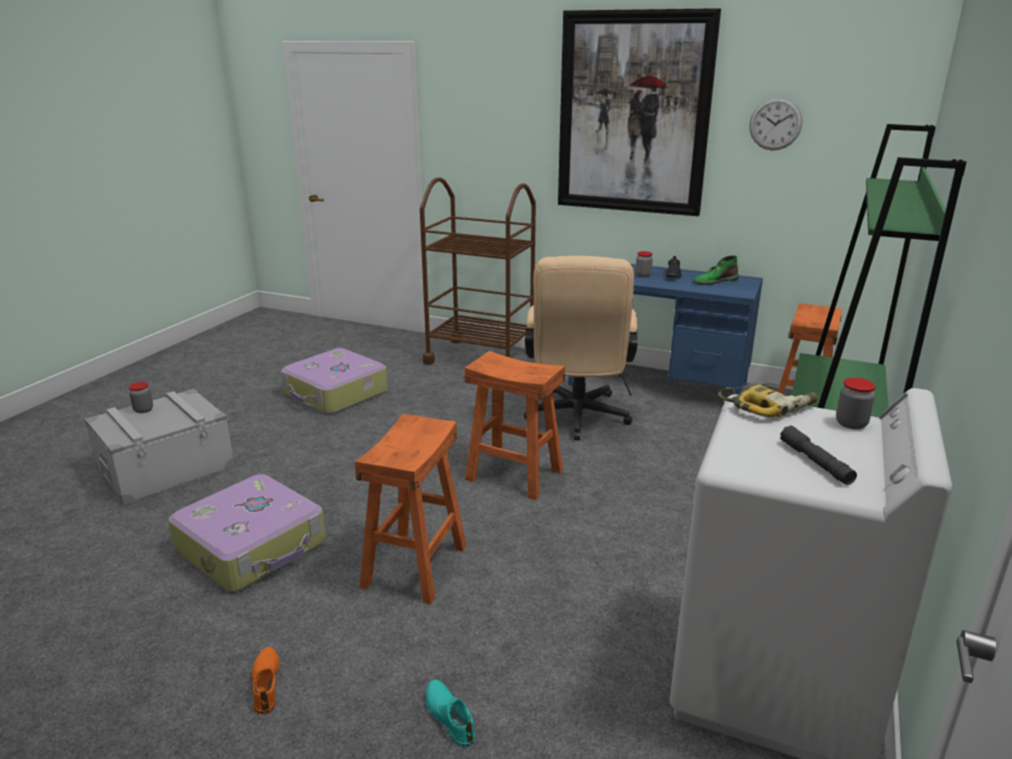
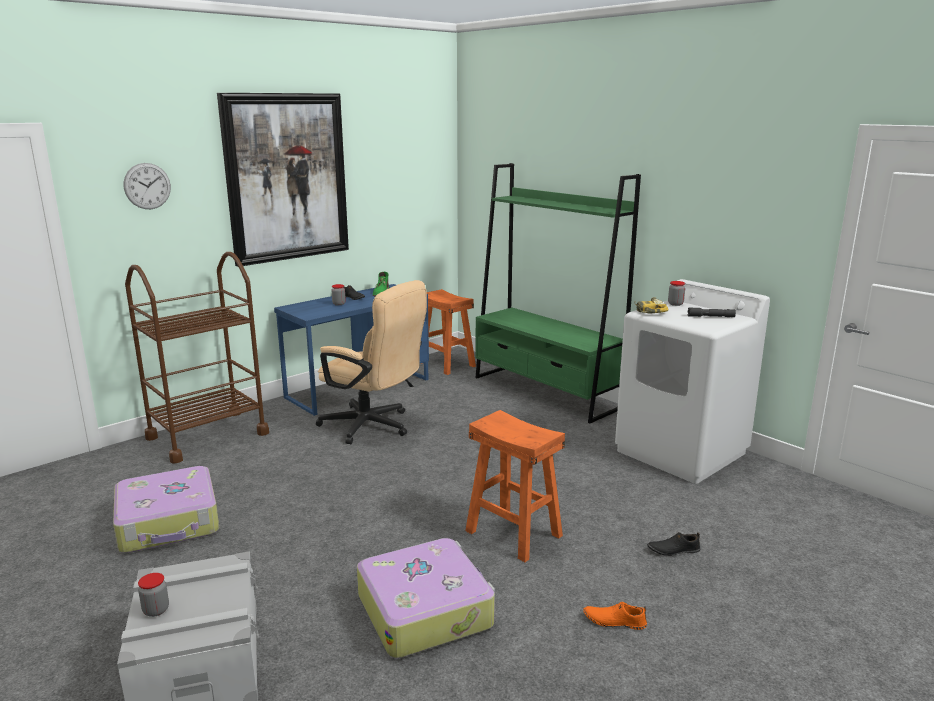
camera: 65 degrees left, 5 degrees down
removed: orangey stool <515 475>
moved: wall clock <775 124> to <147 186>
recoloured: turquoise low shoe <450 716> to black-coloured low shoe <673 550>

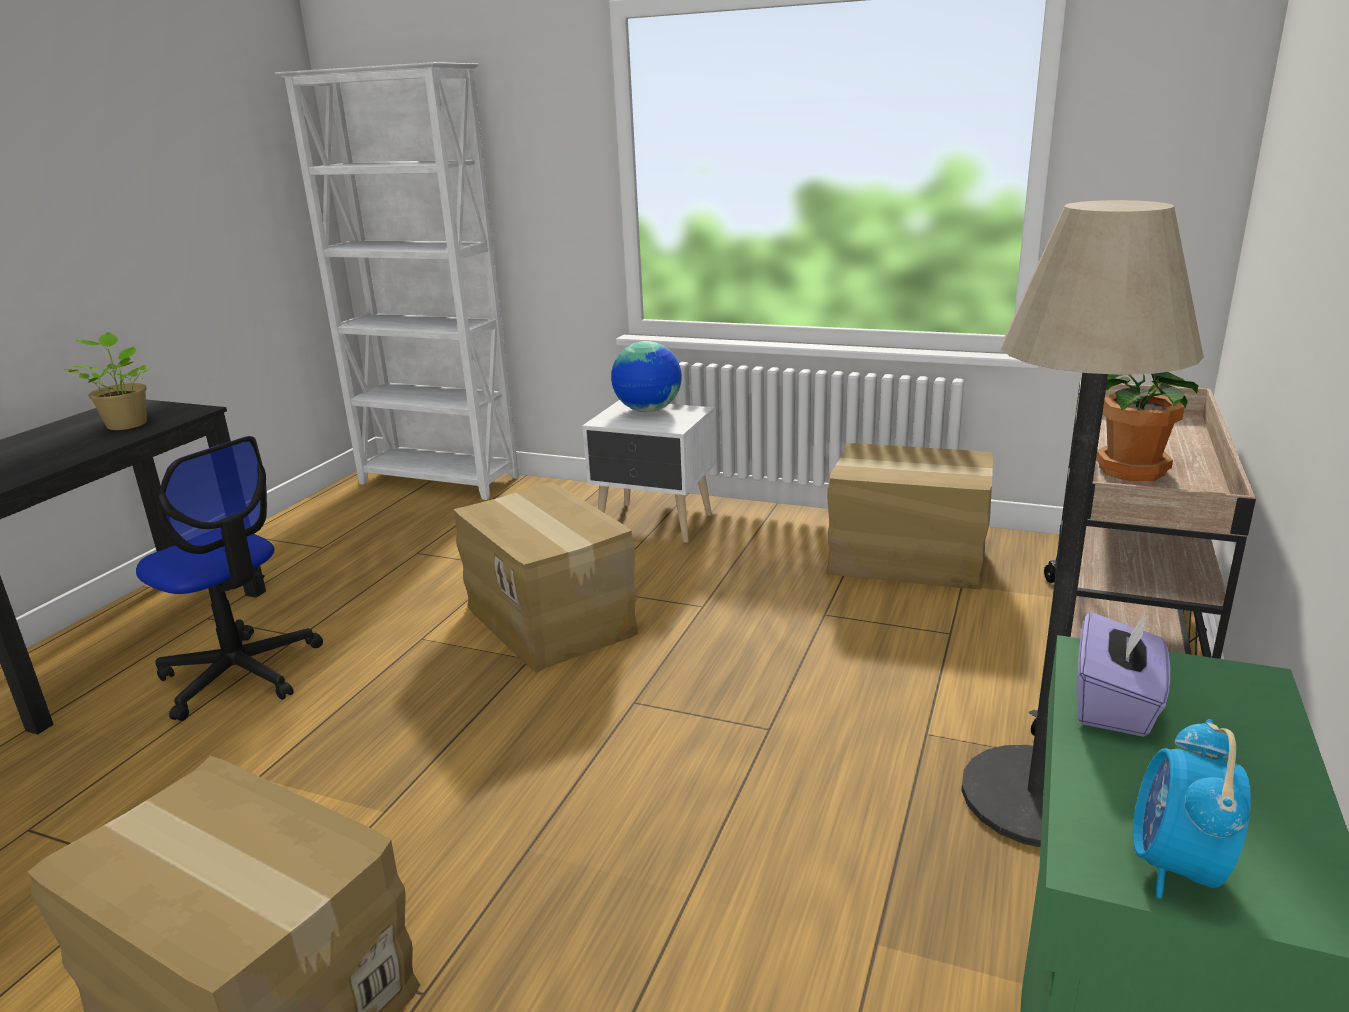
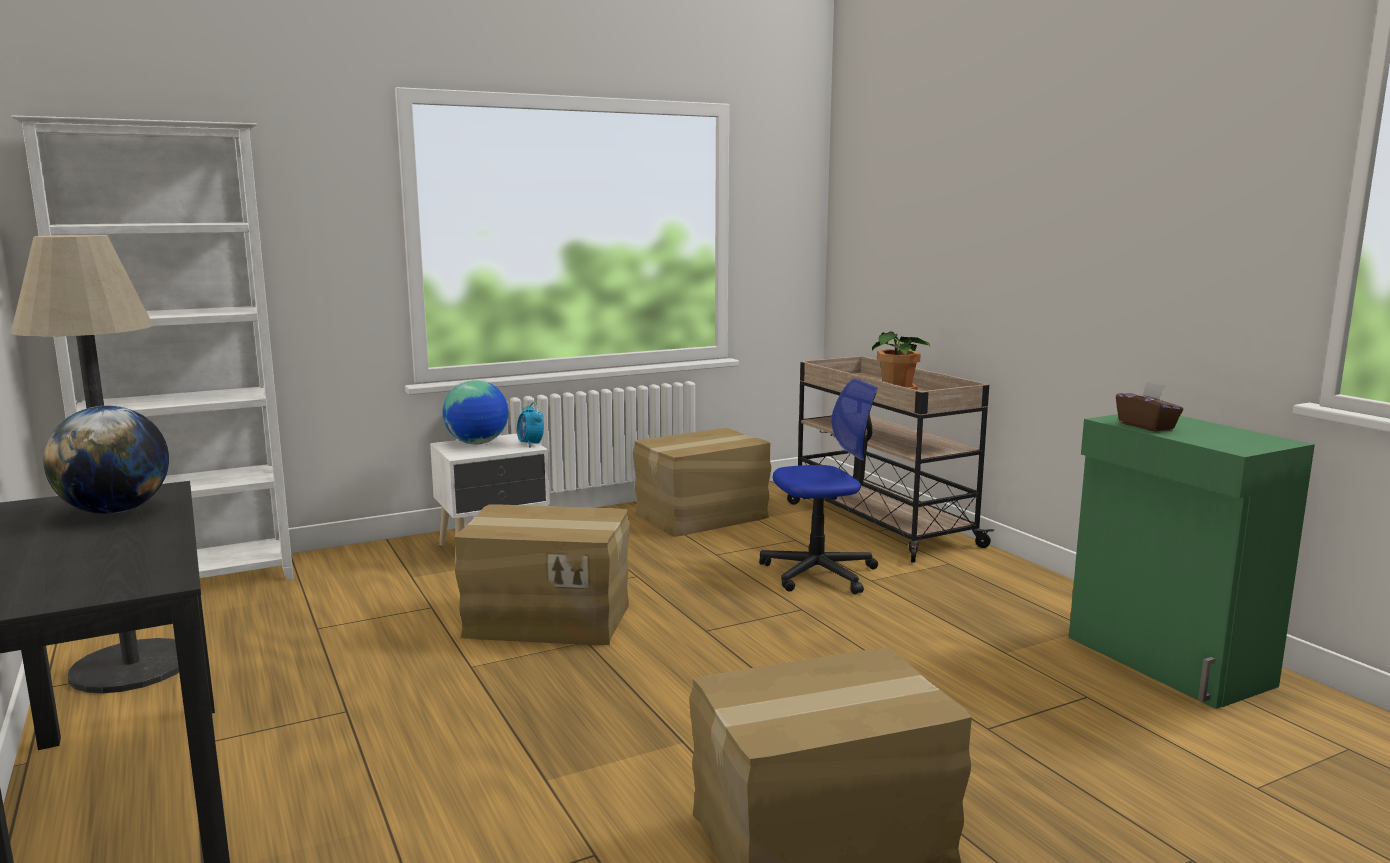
camera: 50 degrees left, 10 degrees down
moved: standing lamp <1037 796> to <132 666>; computer chair <241 674> to <819 573>; table clock <1176 867> to <530 444>
replaced: potted plant <127 424> to globe <115 511>
recoloured: purple tissue holder <1115 704> to brownish tissue holder <1147 426>

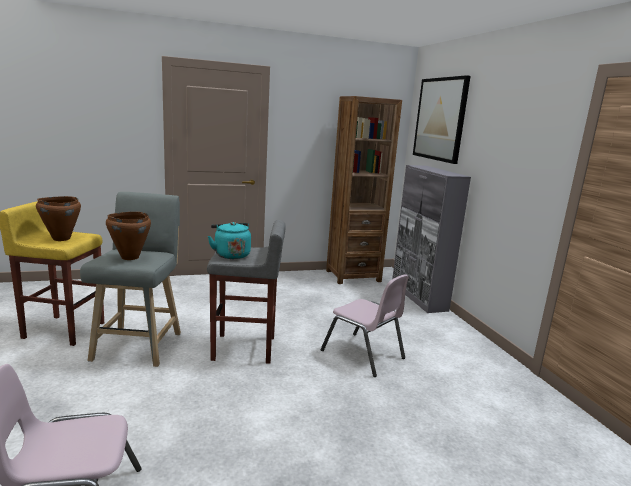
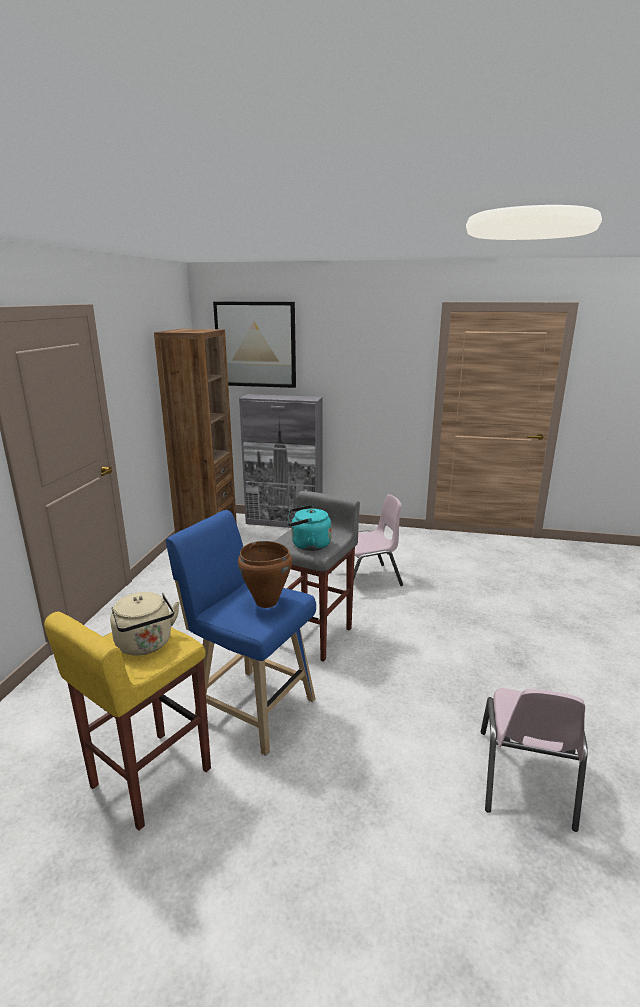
camera: 60 degrees left, 5 degrees up
replaced: brownish saucepot <61 239> to beige tea kettle <146 645>
recoloured: greyish stool <139 344> to bluish stool <250 707>

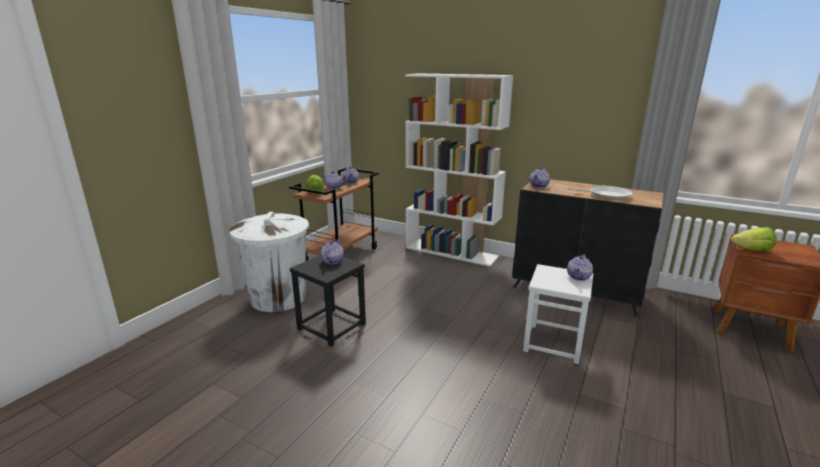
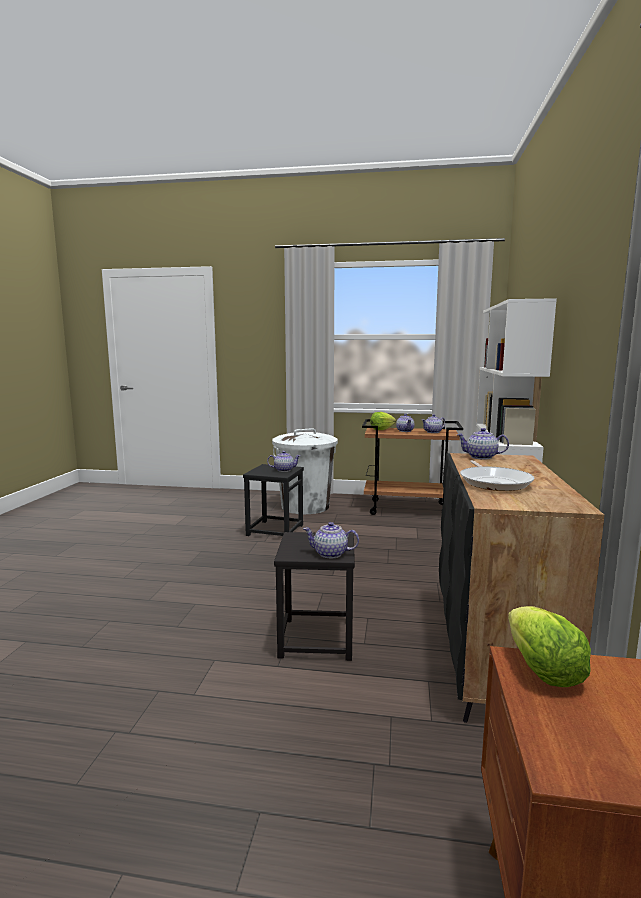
camera: 70 degrees right, 10 degrees down
recoloured: white-coloured stool <553 343> to black-coloured stool <317 638>

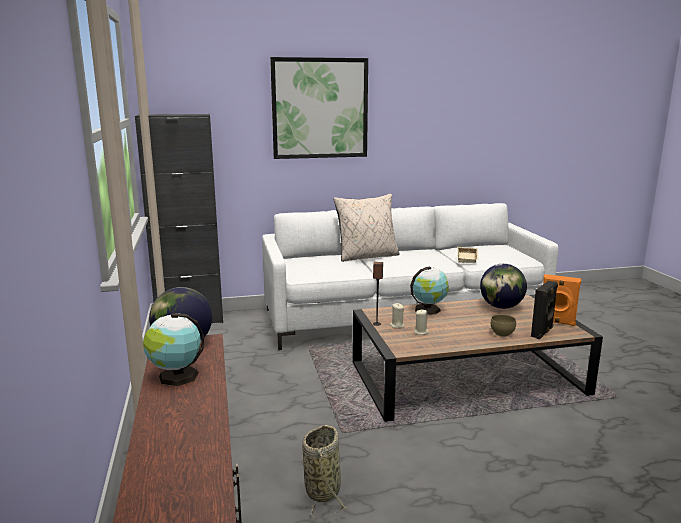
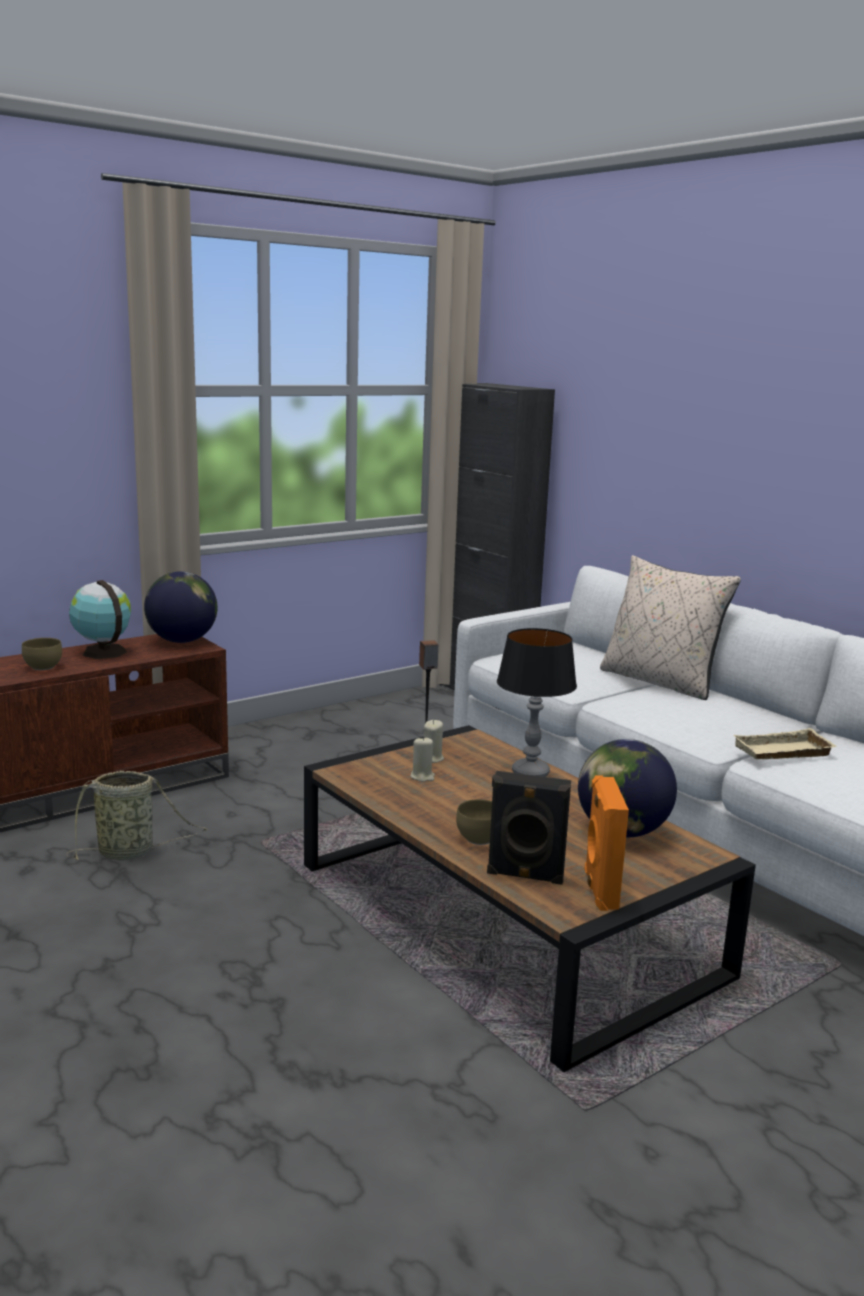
camera: 65 degrees right, 0 degrees up
removed: wall picture <320 108>
added: brownish bowl <43 667>
replaced: globe <428 309> to lamp for a table <531 773>

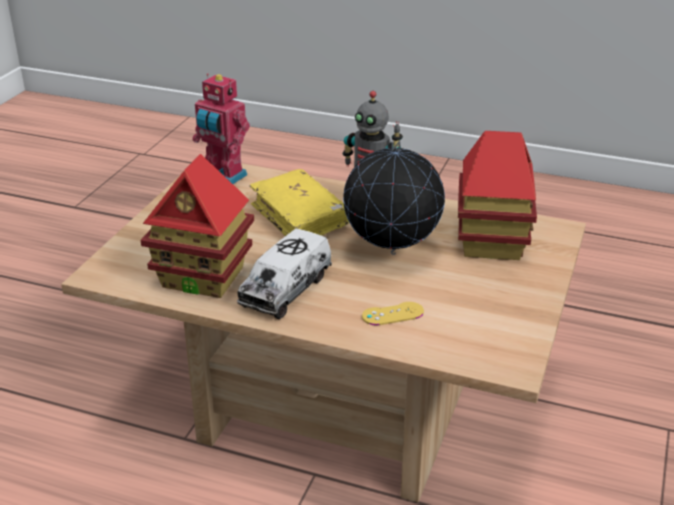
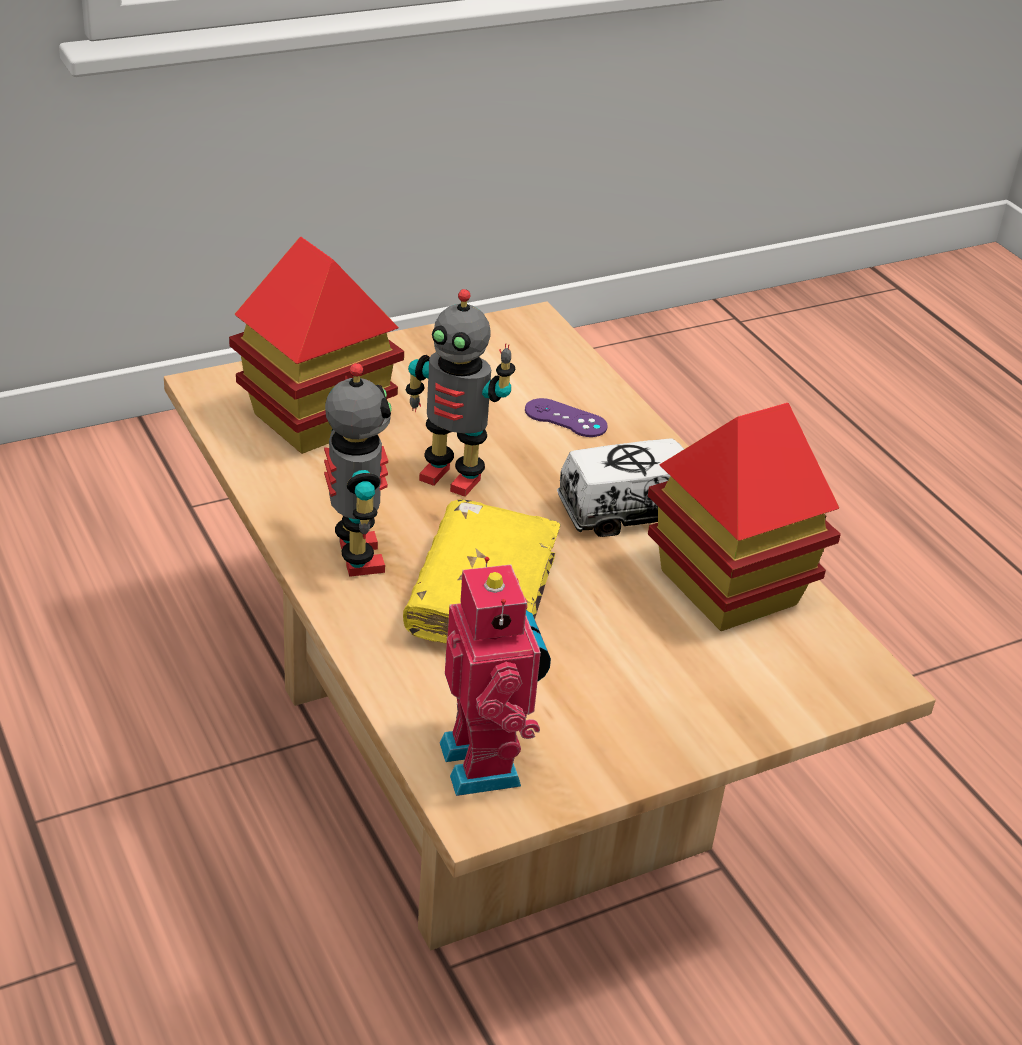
camera: 140 degrees left, 5 degrees up
replaced: globe <391 253> to robot figure <452 477>
recoloured: yellow-coloured joypad <393 314> to purple joypad <565 418>

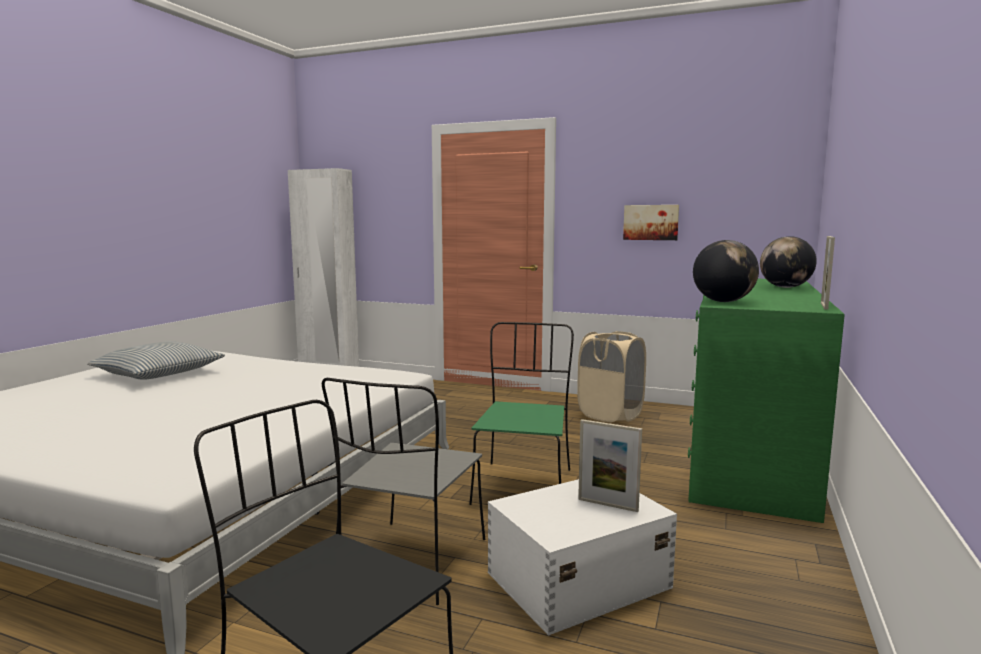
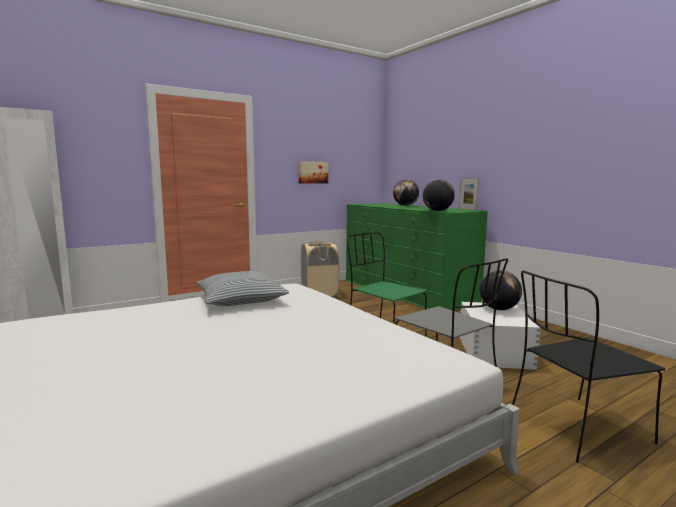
camera: 55 degrees left, 0 degrees up
moved: throw pillow <158 373> to <241 299>
replaced: picture frame <607 505> to globe <499 309>

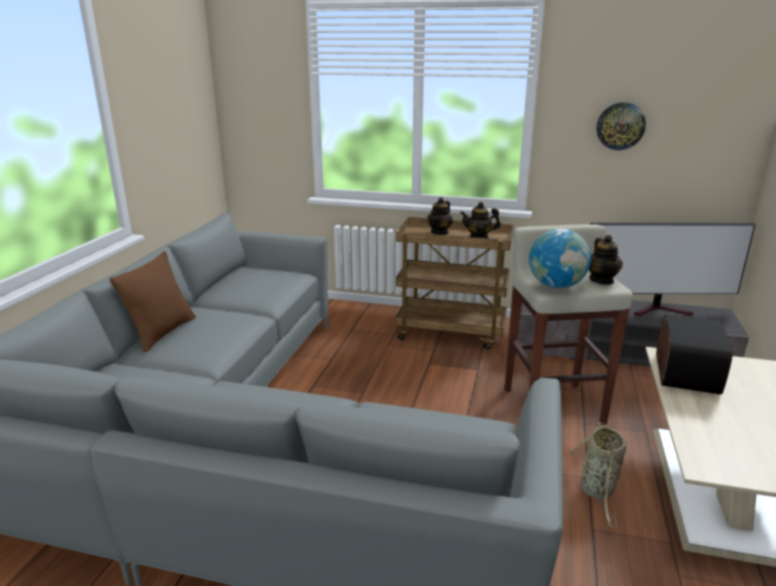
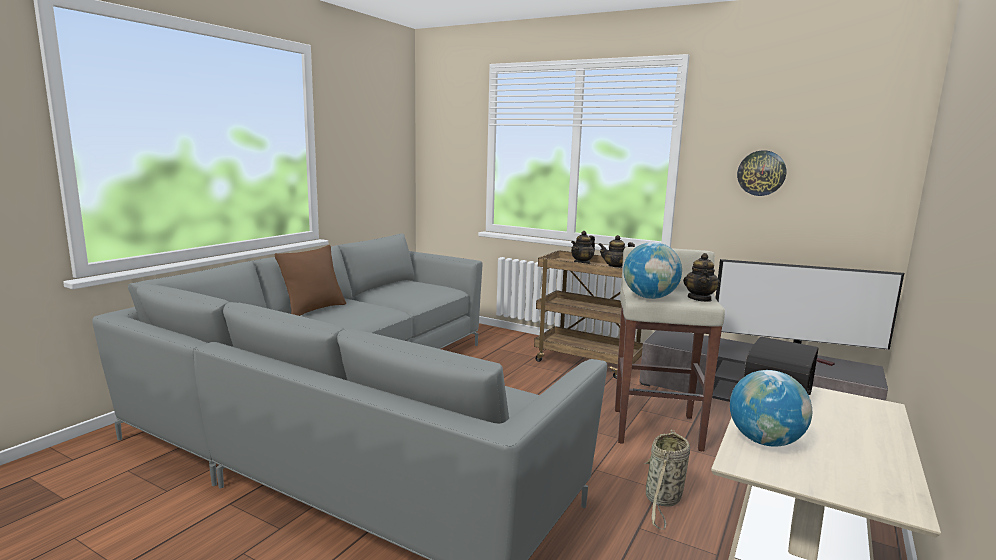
camera: 15 degrees right, 10 degrees down
added: globe <765 441>

